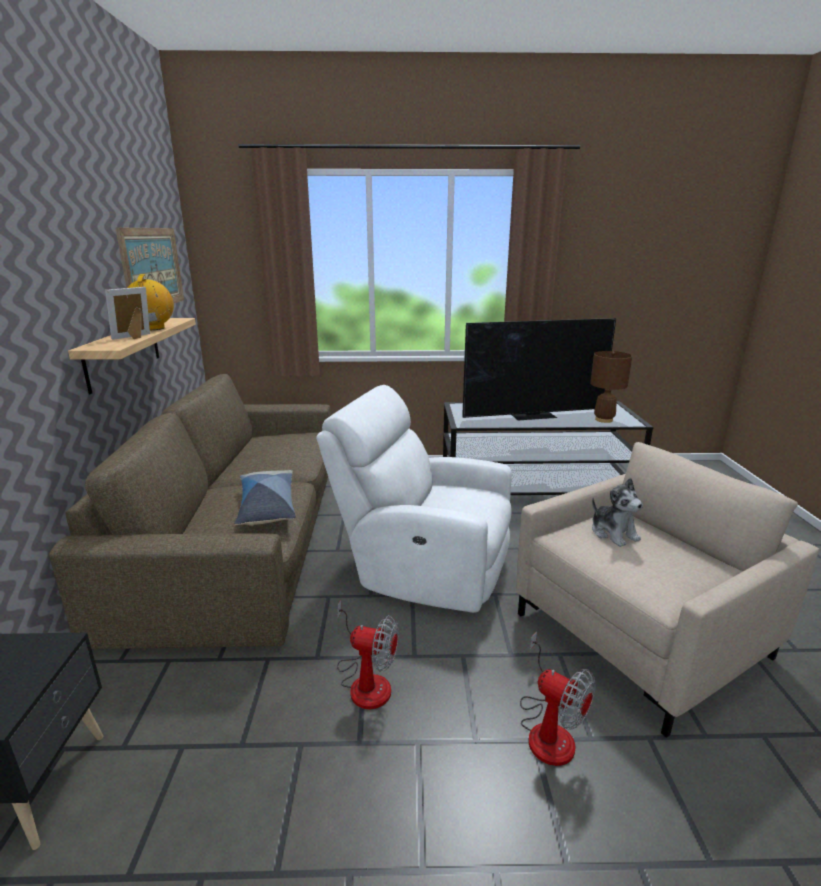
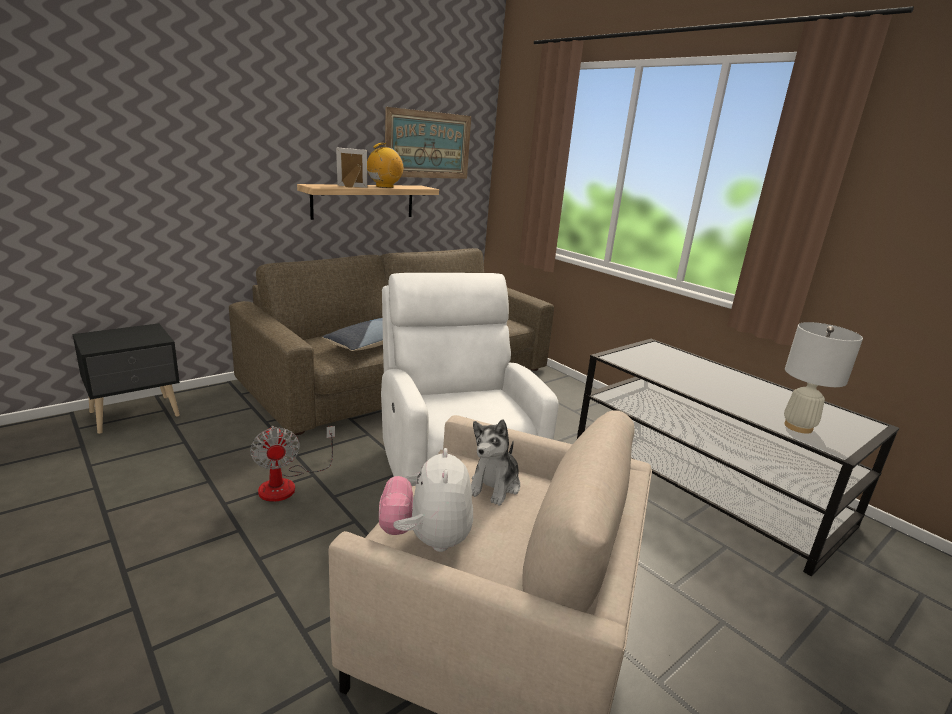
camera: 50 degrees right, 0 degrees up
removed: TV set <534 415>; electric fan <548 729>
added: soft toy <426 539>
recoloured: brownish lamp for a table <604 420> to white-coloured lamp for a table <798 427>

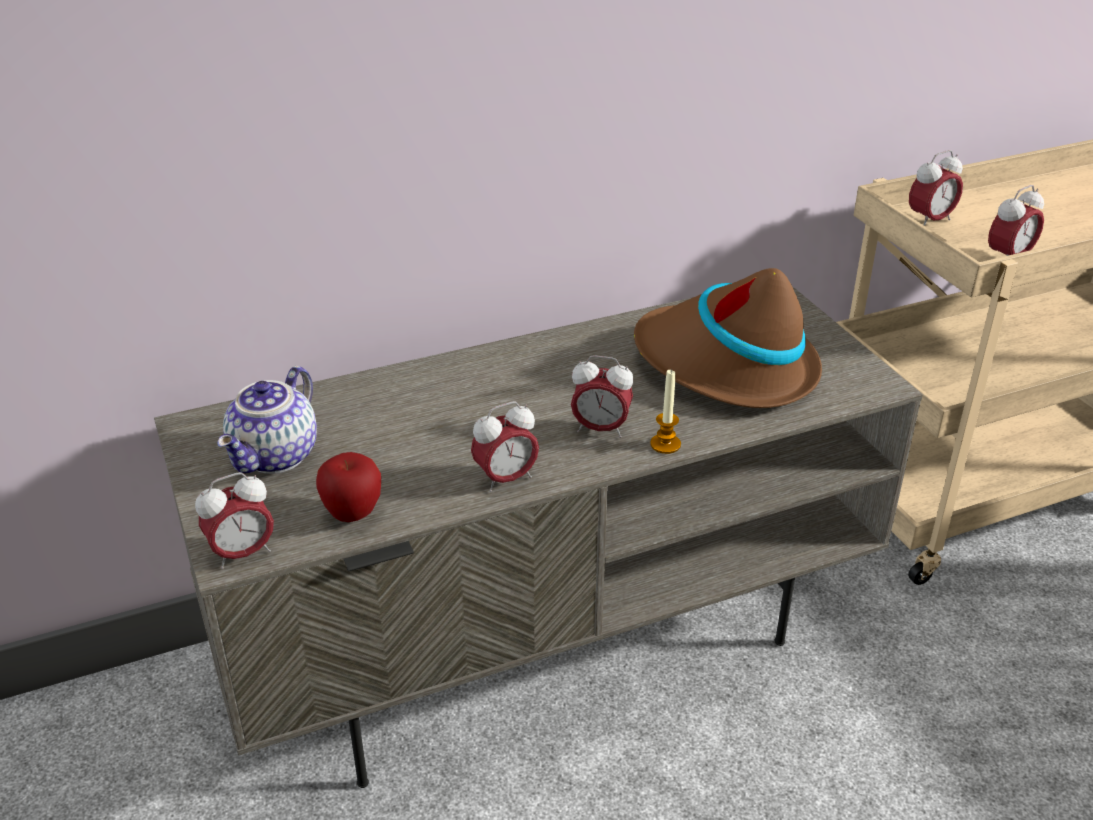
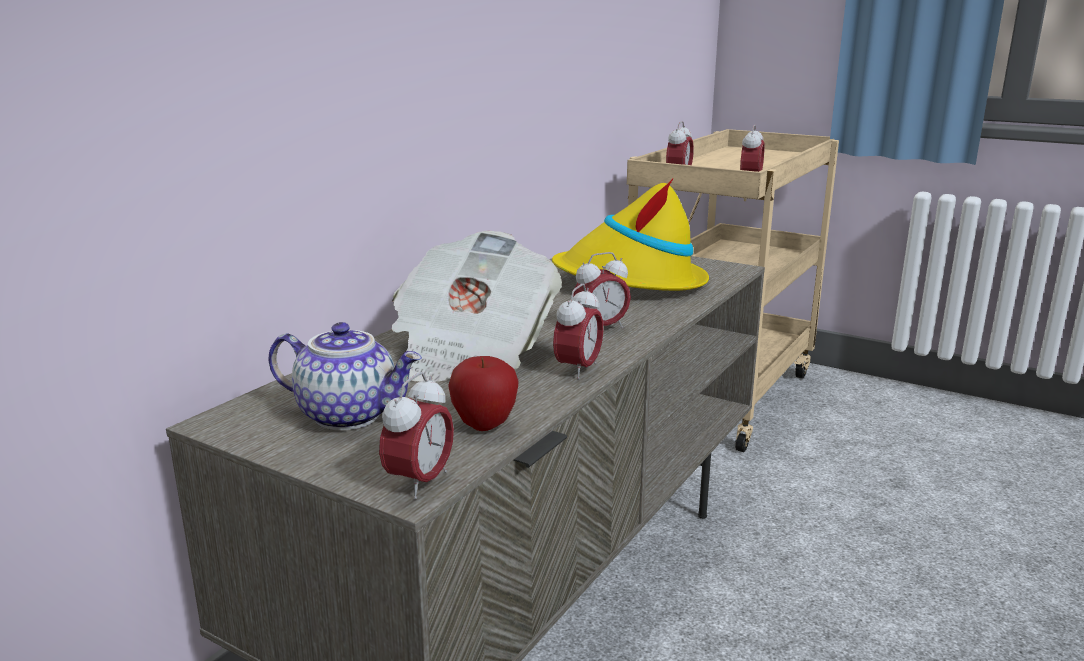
camera: 35 degrees left, 15 degrees down
removed: wax candle <665 444>
added: newspaper <470 350>
recoloured: brownish clothing hat <726 367> to yellow-coloured clothing hat <630 282>
turned: teapot <276 457> = <350 415> 60 degrees counterclockwise

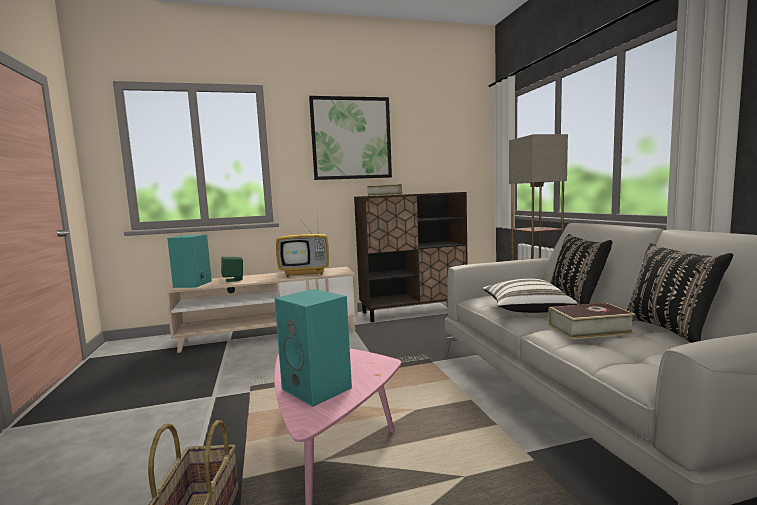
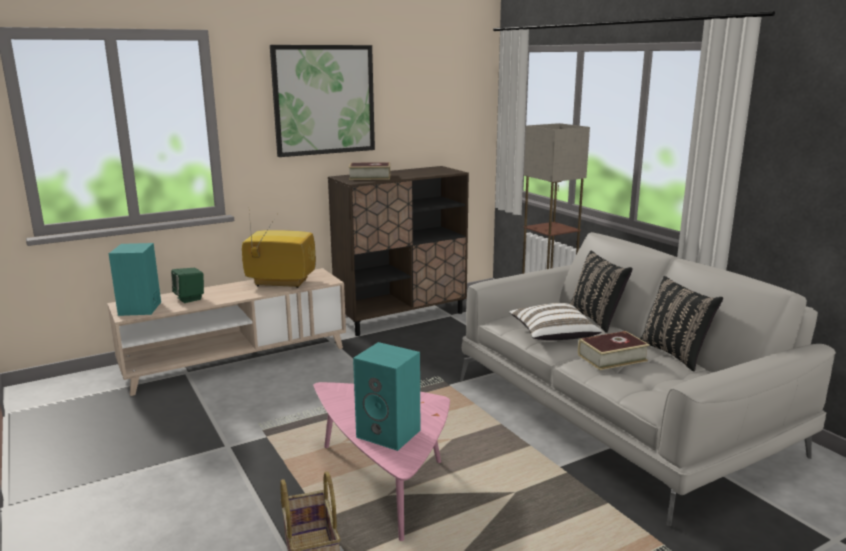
camera: 15 degrees left, 10 degrees up
turned: TV set <306 273> = <279 283> 150 degrees counterclockwise

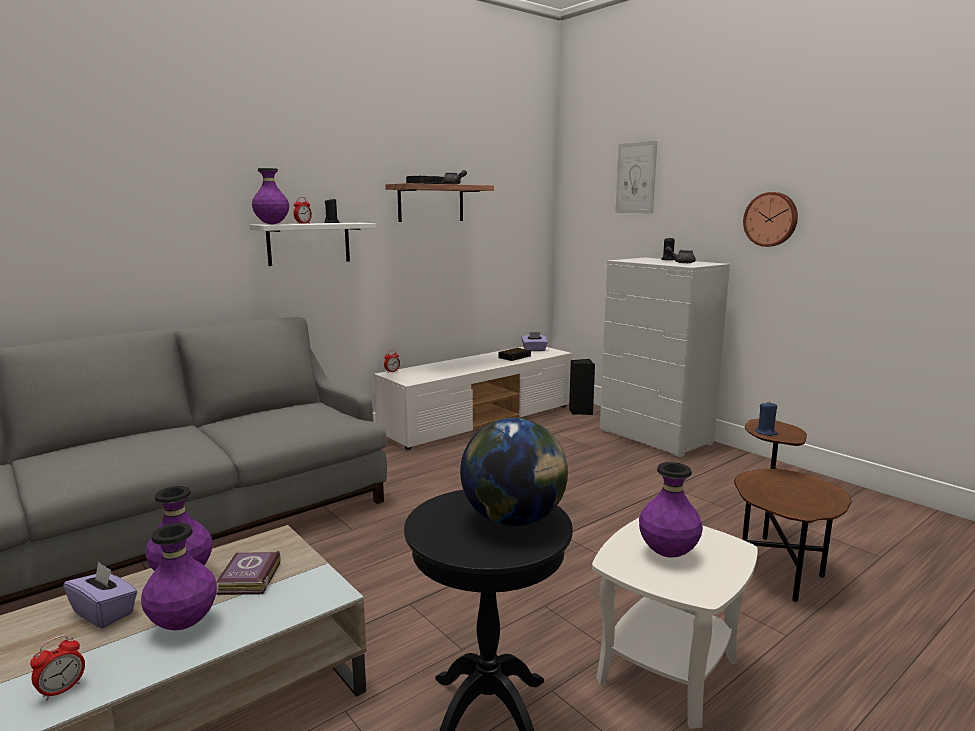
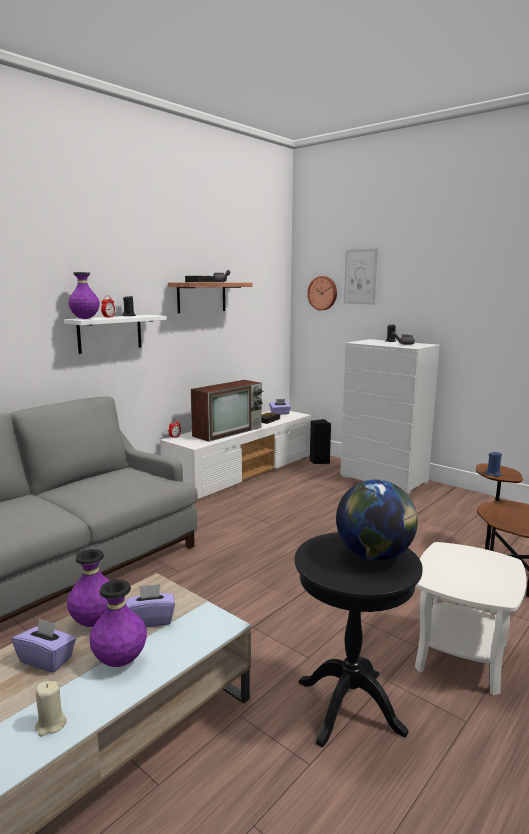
camera: 10 degrees left, 0 degrees up
removed: purple flower vase <667 554>
added: TV set <228 431>
moved: wall clock <771 219> to <323 293>
replaced: book <248 579> to purple tissue holder <151 620>; table clock <62 690> to beige wax candle <50 725>

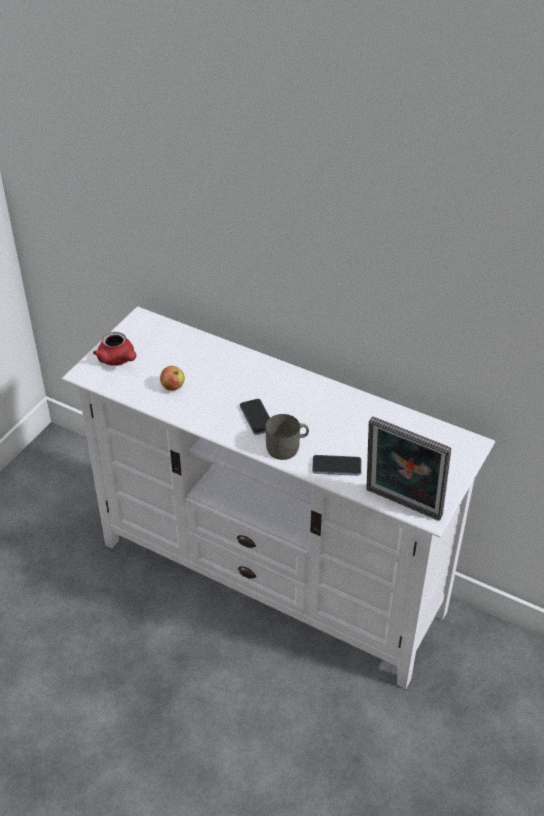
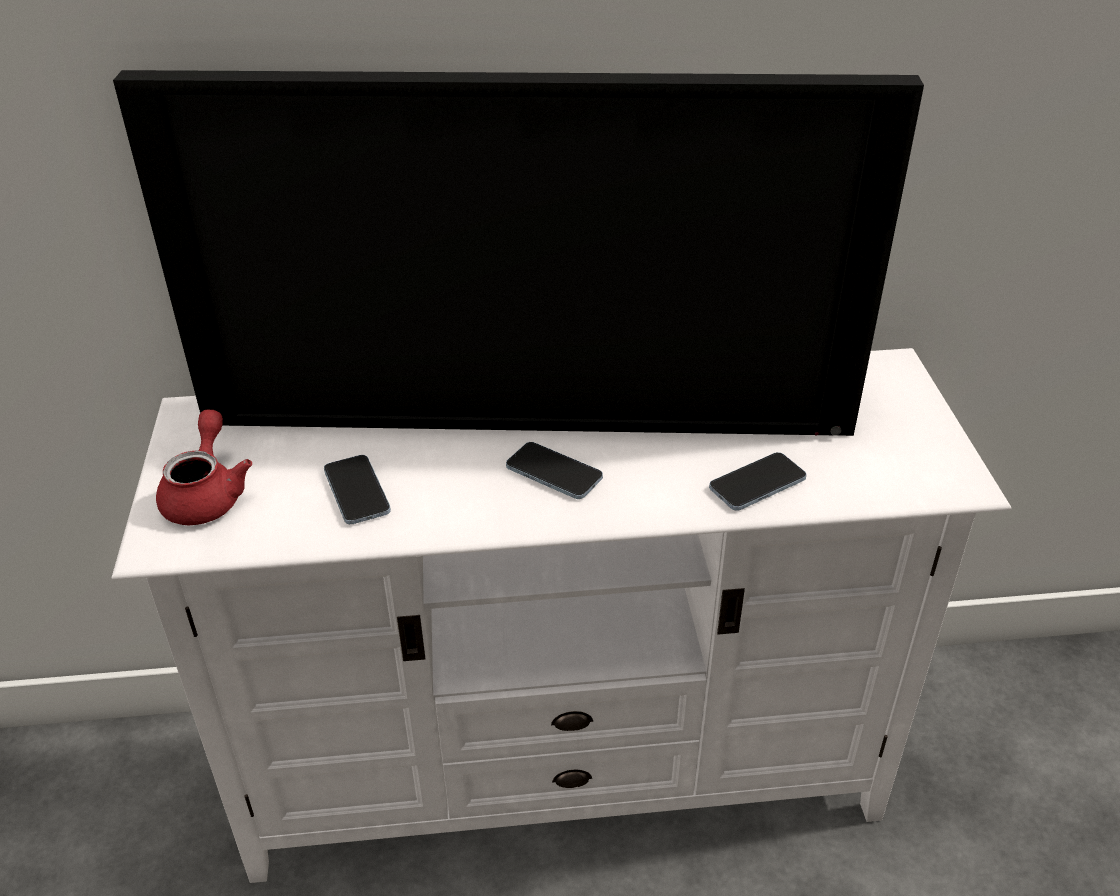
camera: 35 degrees left, 5 degrees down
removed: greyish coffee mug <287 447>; picture frame <401 506>
added: TV set <530 406>
replaced: apple fruit <173 387> to telephone <357 492>
turned: reddish teapot <118 360> = <207 494> 105 degrees counterclockwise

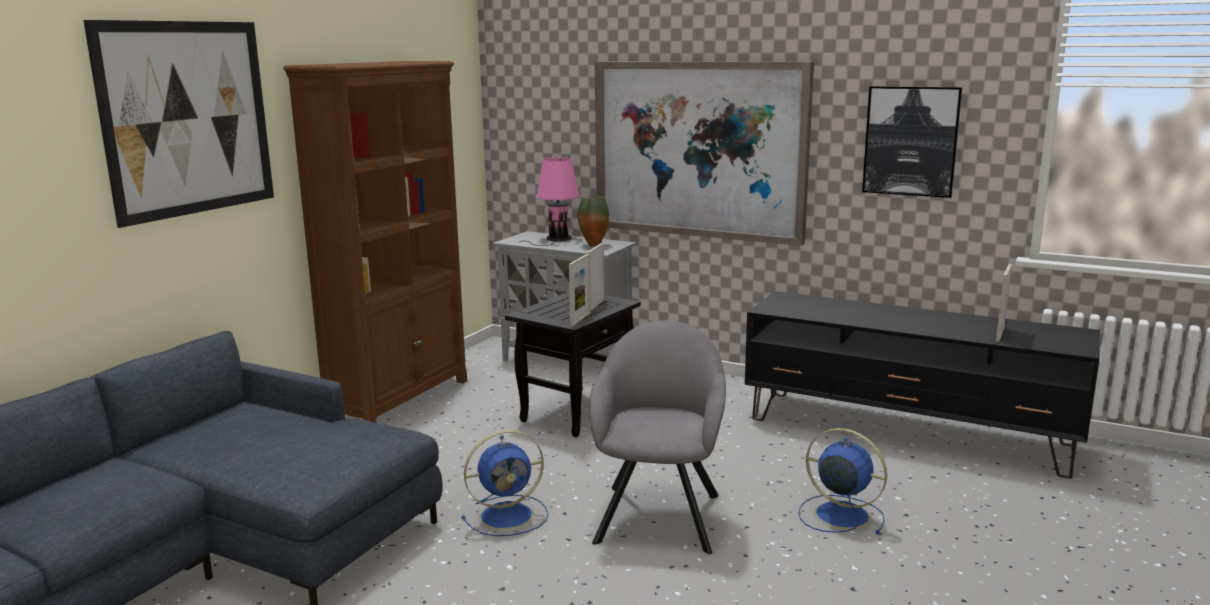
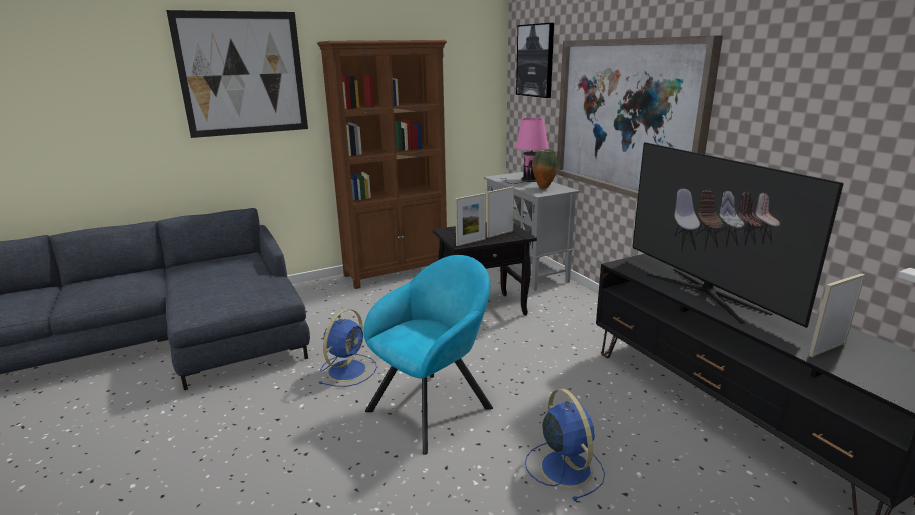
camera: 35 degrees right, 5 degrees up
added: TV set <704 293>
moved: wall picture <911 141> to <535 60>
recoloured: greyish lounge chair <659 513> to turquoise lounge chair <434 406>
turned: bluish electric fan <509 515> = <348 369> 75 degrees counterclockwise

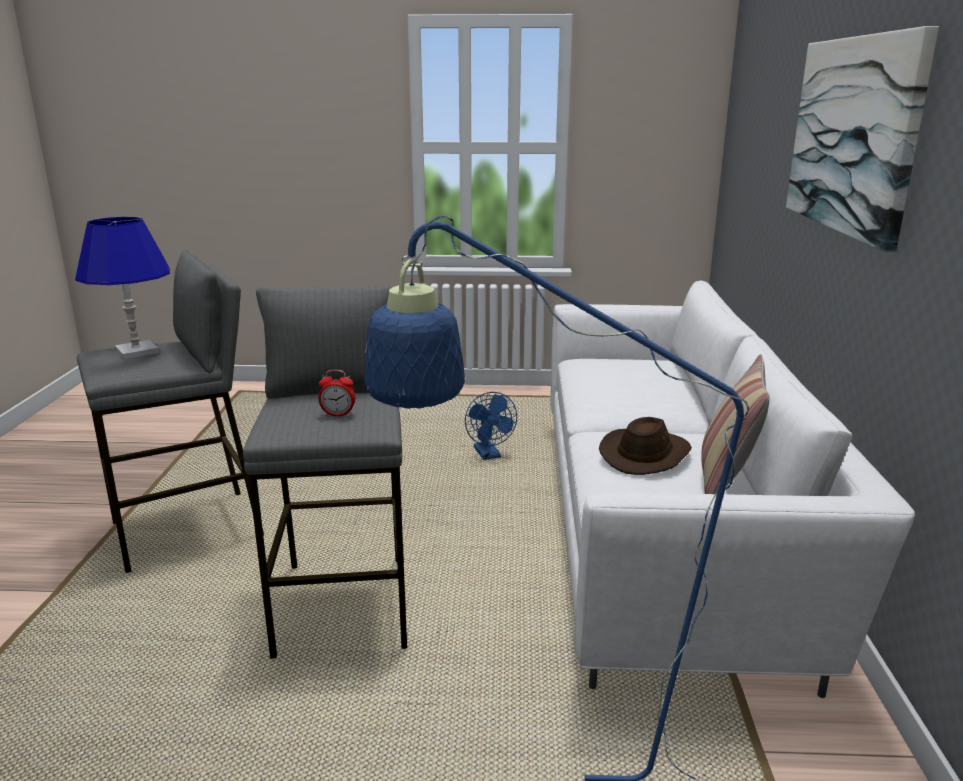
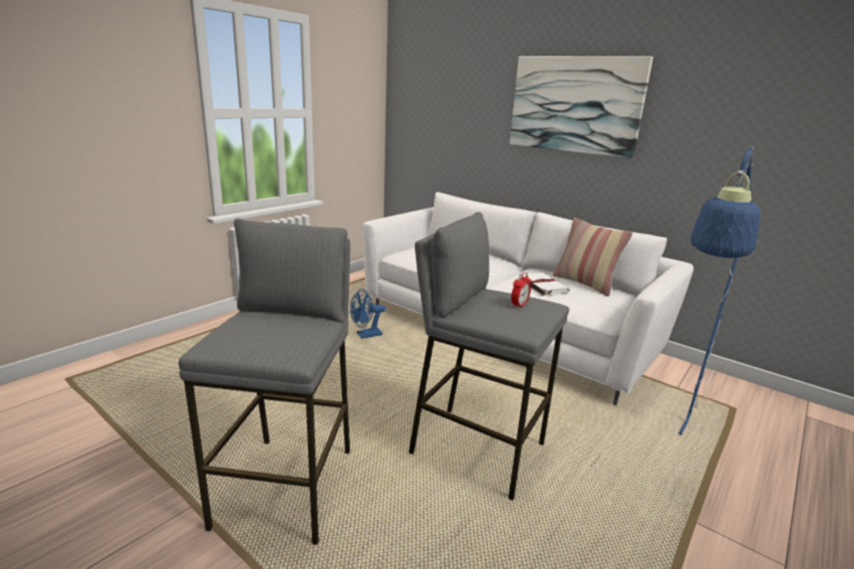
camera: 55 degrees left, 0 degrees up
removed: bluish lamp for a table <137 351>
replaced: brownish clothing hat <645 455> to white-coloured book <542 285>
turned: bluish electric fan <489 455> = <365 335> 135 degrees clockwise

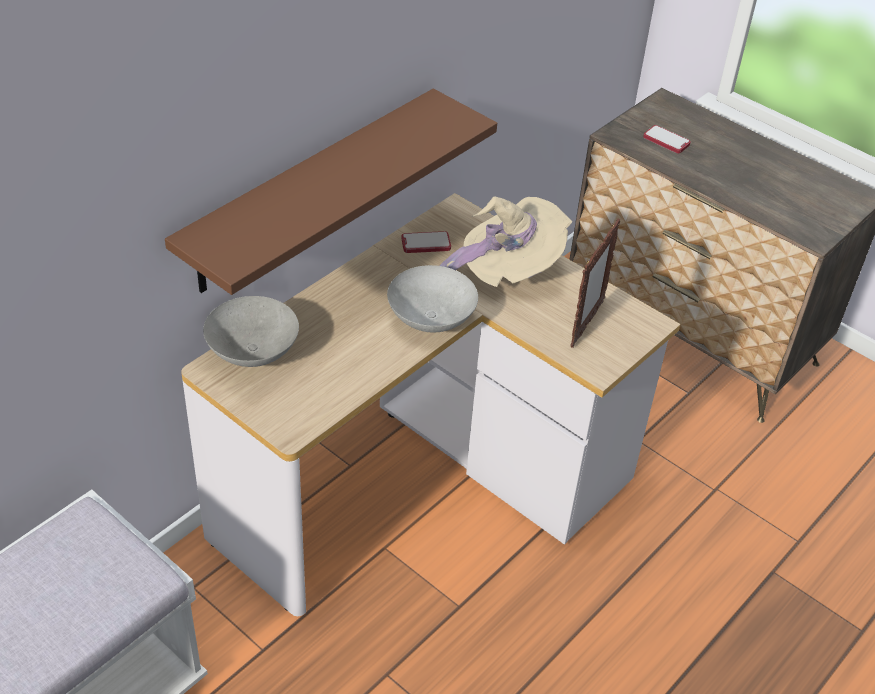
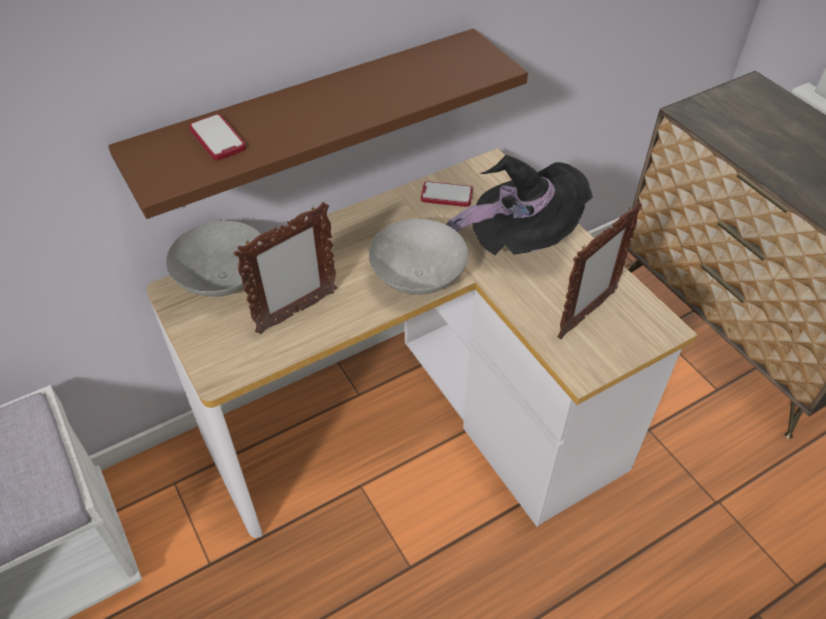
camera: 20 degrees right, 5 degrees up
added: picture frame <296 312>
moved: telephone <666 140> to <217 139>
recoloured: beige clothing hat <508 271> to black-coloured clothing hat <521 238>

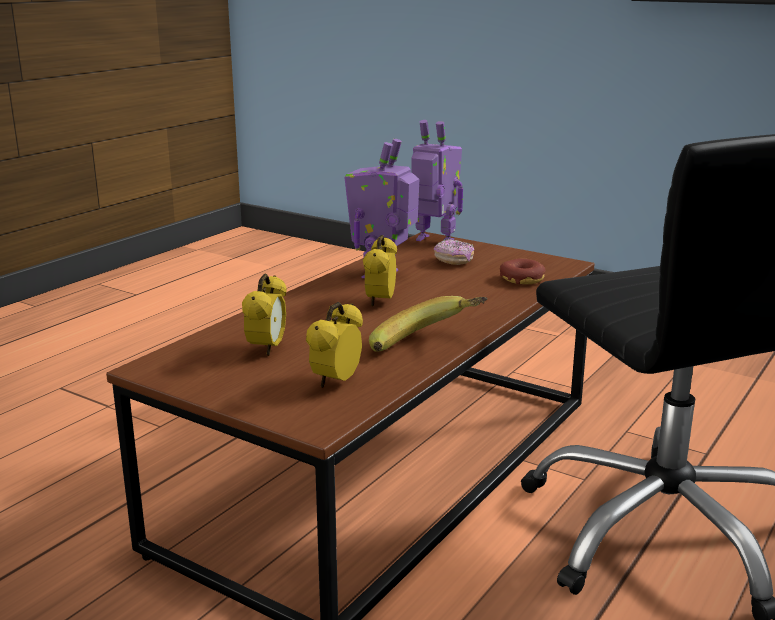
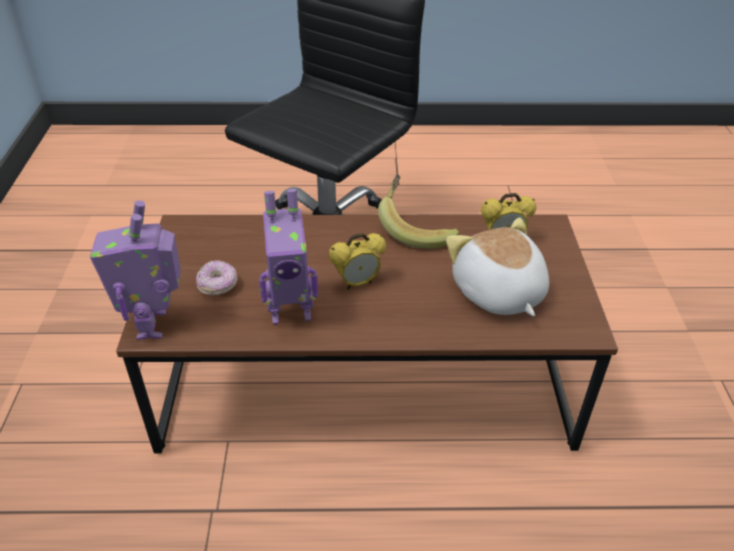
camera: 125 degrees left, 20 degrees up
removed: doughnut <522 279>
replaced: table clock <267 349> to soft toy <497 293>

